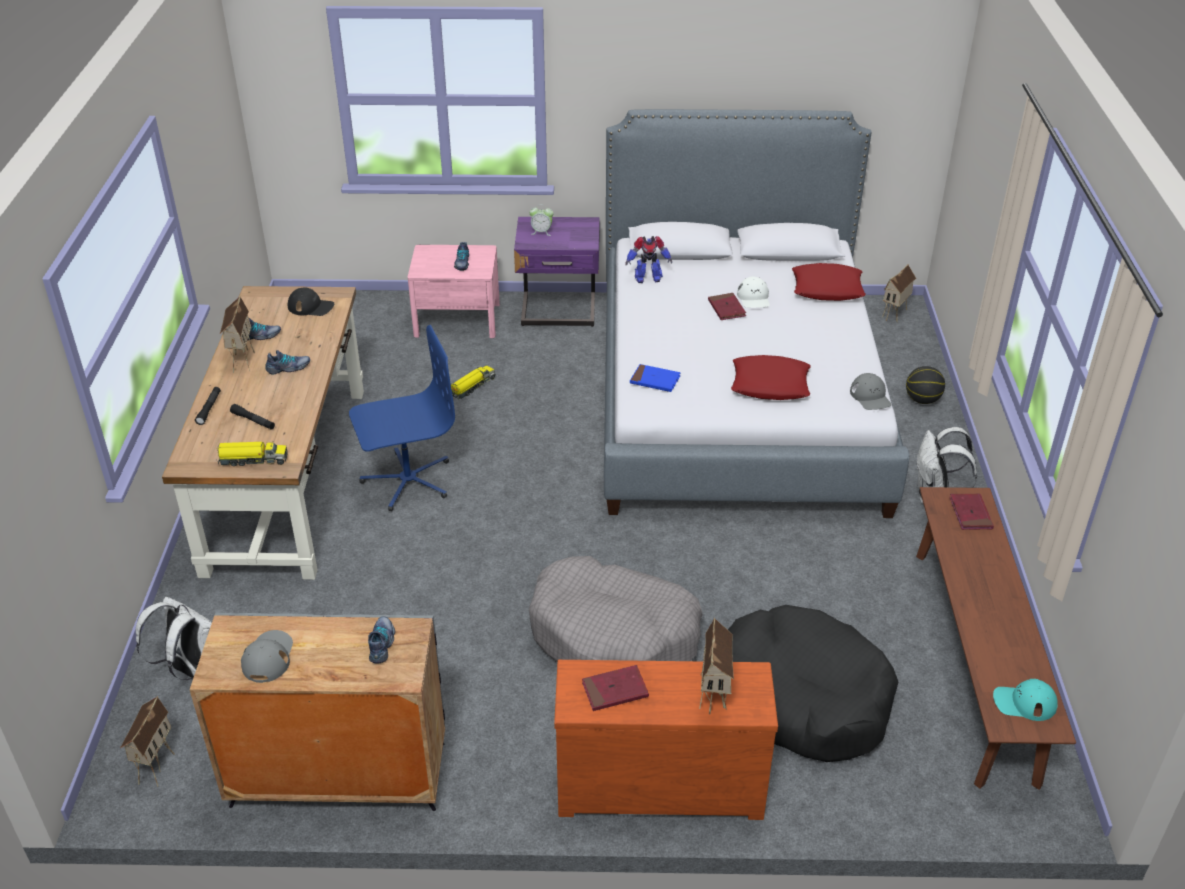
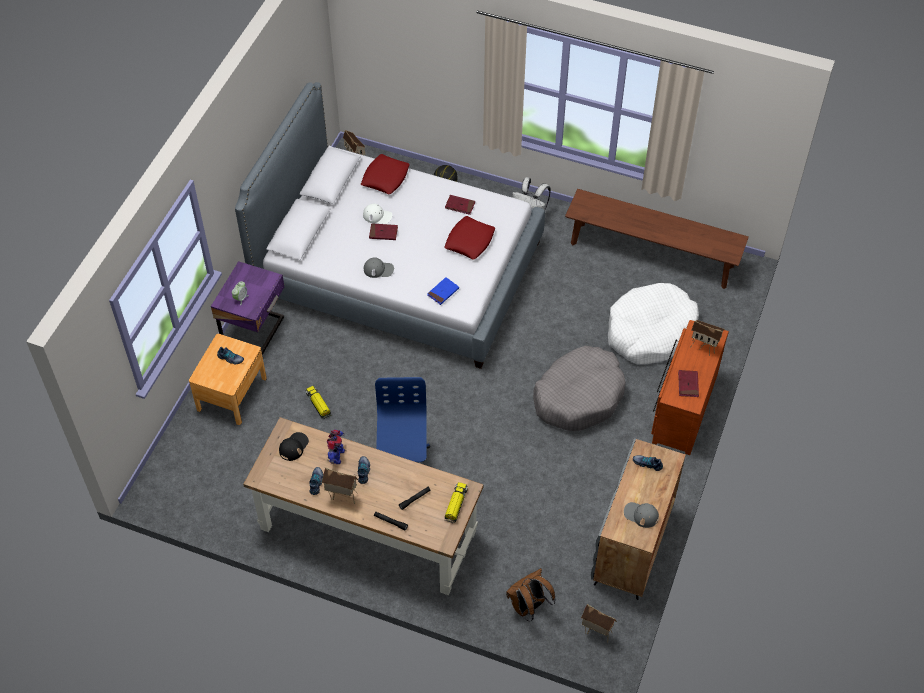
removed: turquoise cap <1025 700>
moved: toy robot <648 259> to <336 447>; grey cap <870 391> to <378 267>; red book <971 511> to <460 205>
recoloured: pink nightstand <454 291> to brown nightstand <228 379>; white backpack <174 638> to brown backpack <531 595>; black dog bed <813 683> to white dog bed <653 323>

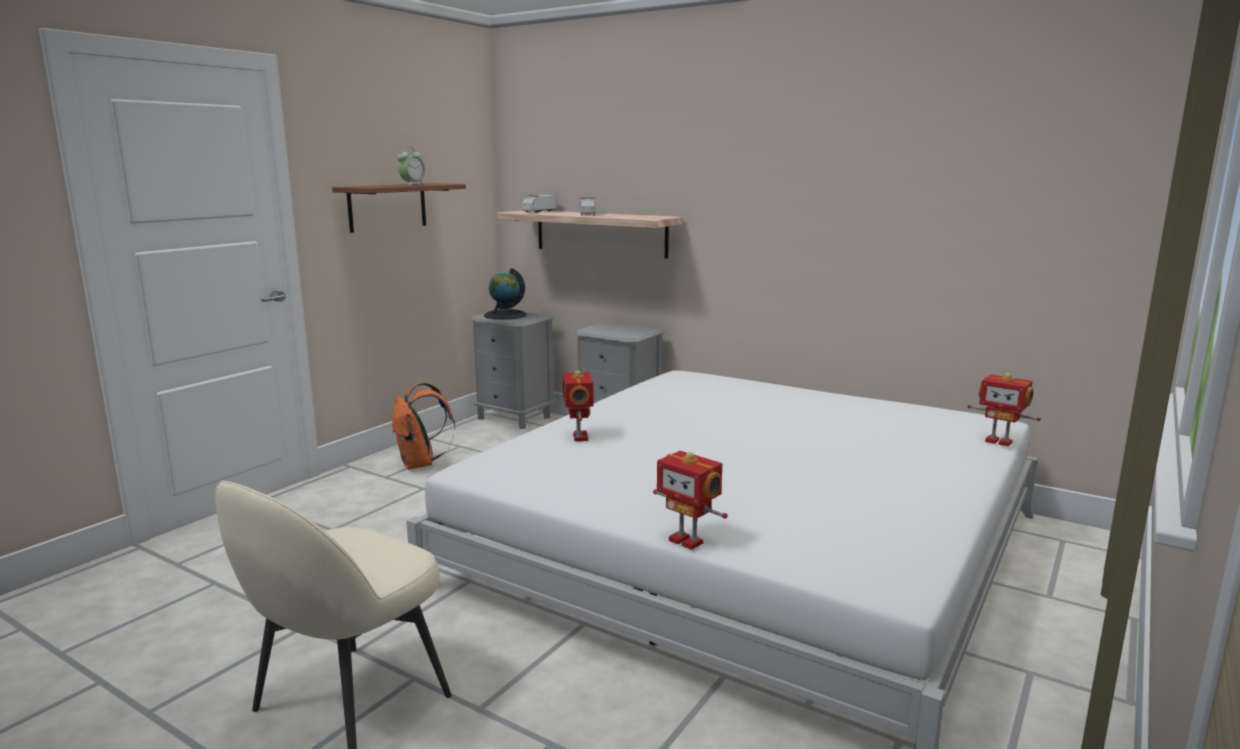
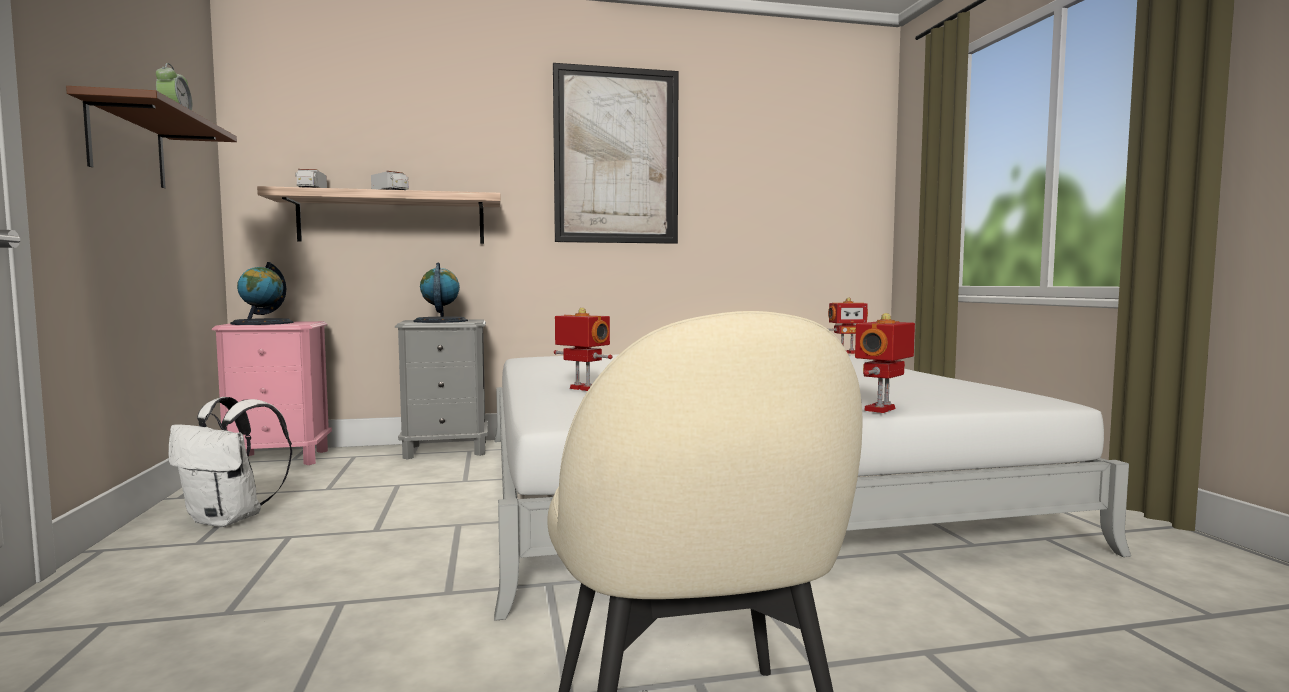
added: picture <615 153>; globe <440 293>
recoloured: grey nightstand <513 370> to pink nightstand <272 393>; orange backpack <423 425> to white backpack <230 462>
turned: toy robot <690 500> = <885 363> 135 degrees clockwise

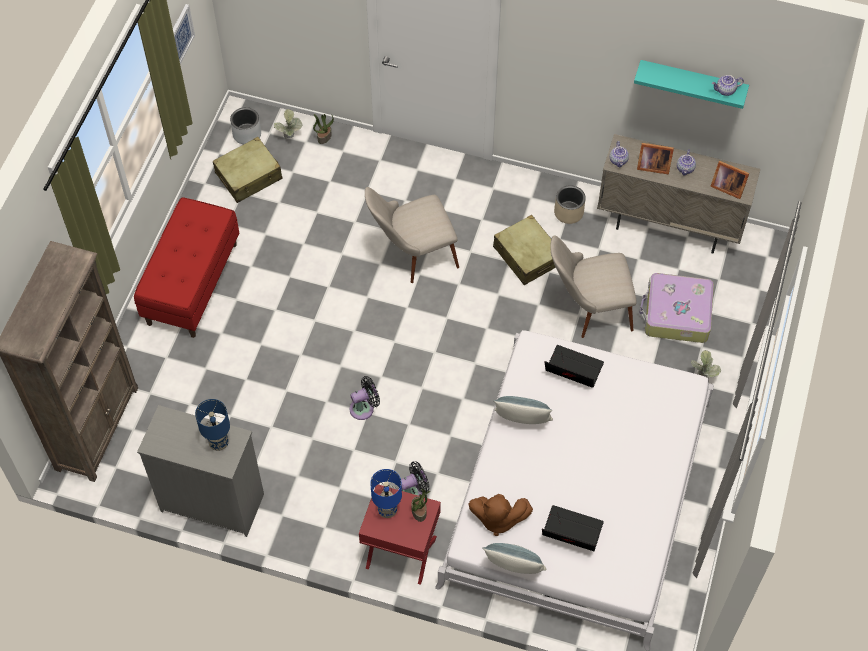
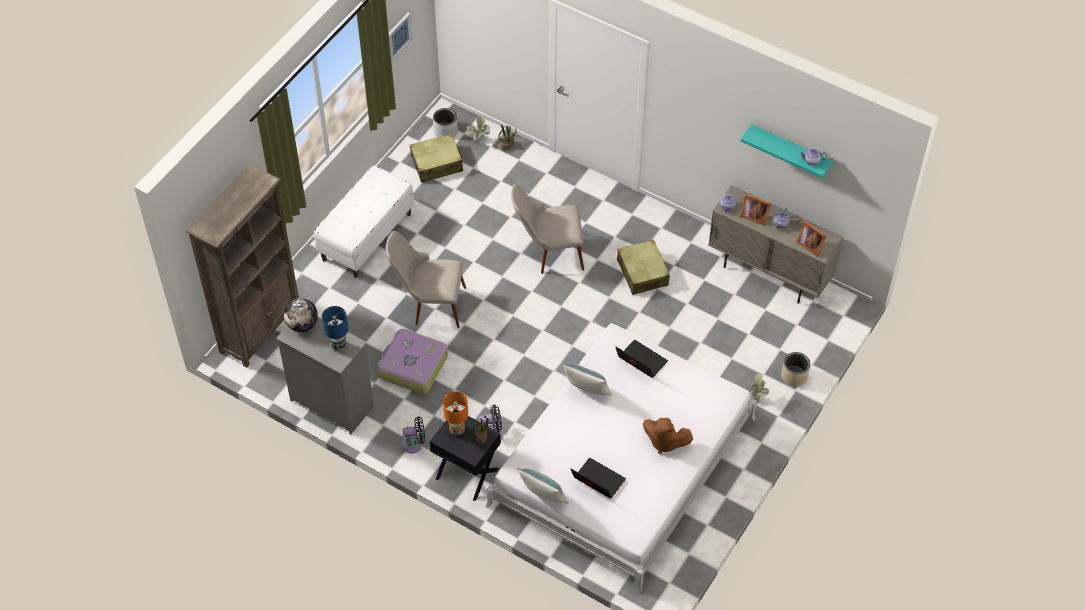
added: globe <301 315>
moved: beige planter <570 204> to <795 369>; beige chair <593 287> to <426 280>; suitcase <676 308> to <413 361>; black fan <365 398> to <413 435>; brown plush toy <500 515> to <668 436>
recoloured: red bench <186 267> to white bench <364 221>; blue table lamp <386 493> to orange table lamp <455 413>; red nightstand <400 534> to black nightstand <465 455>

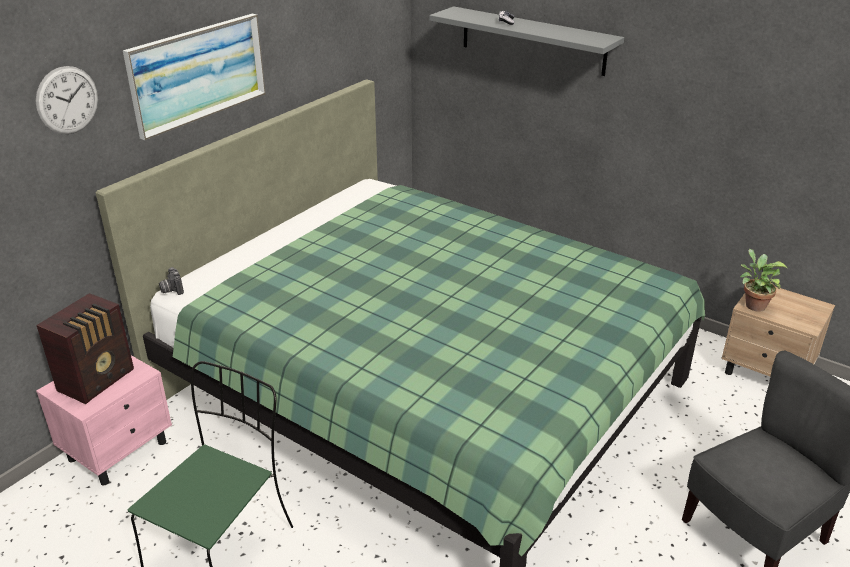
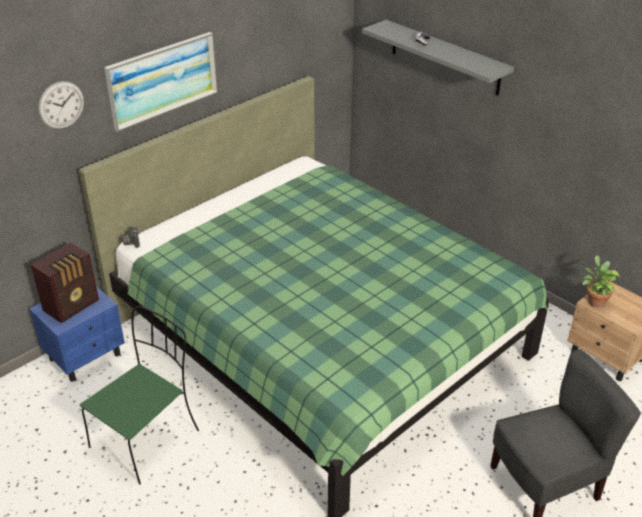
recoloured: pink nightstand <104 420> to blue nightstand <77 334>

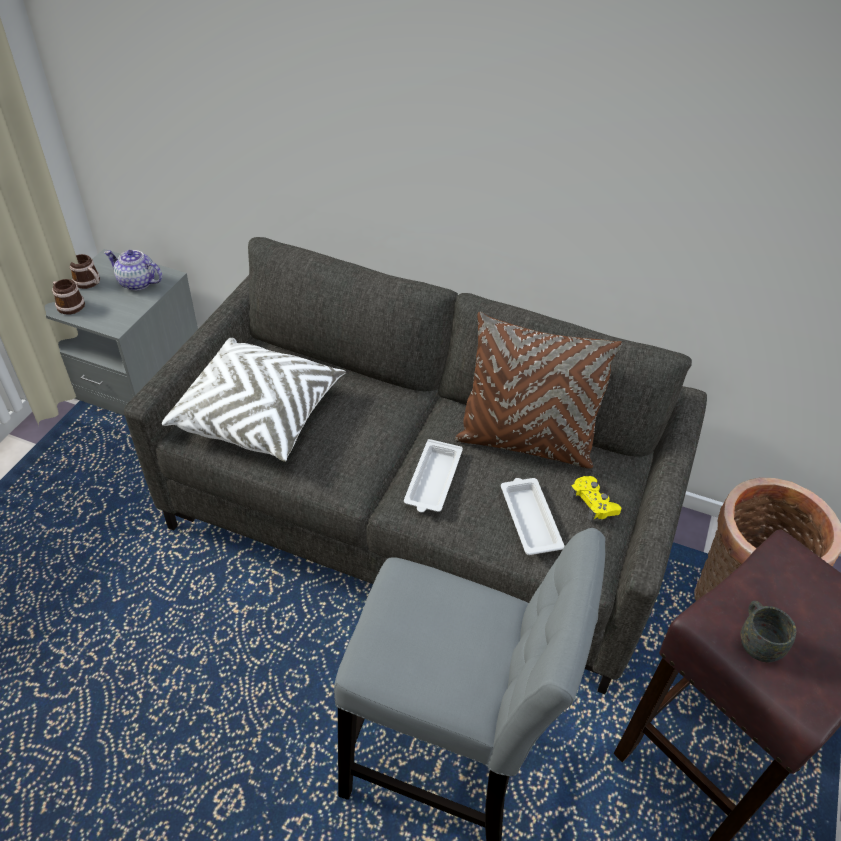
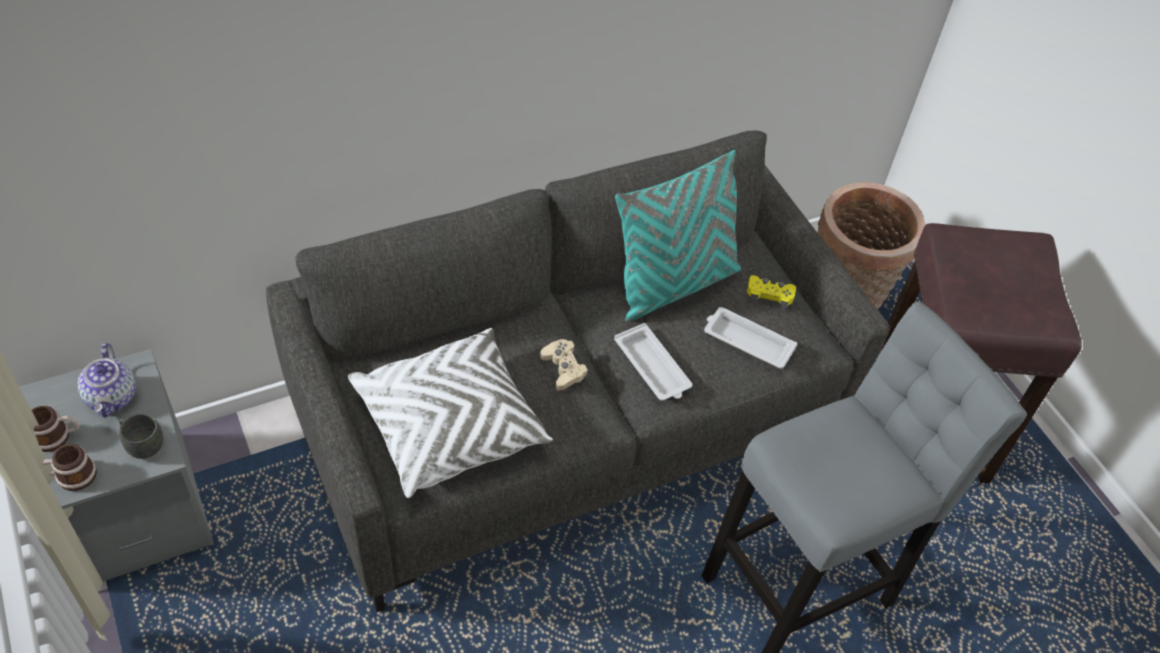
added: beige game controller <564 365>
moved: grey mug <768 631> to <141 436>
recoloured: brown pillow <539 390> to turquoise pillow <678 236>
turned: teapot <133 270> = <107 380> 75 degrees counterclockwise

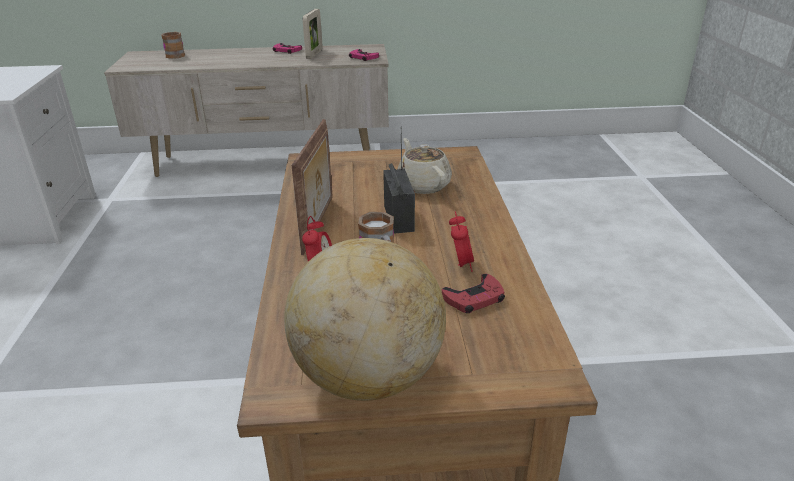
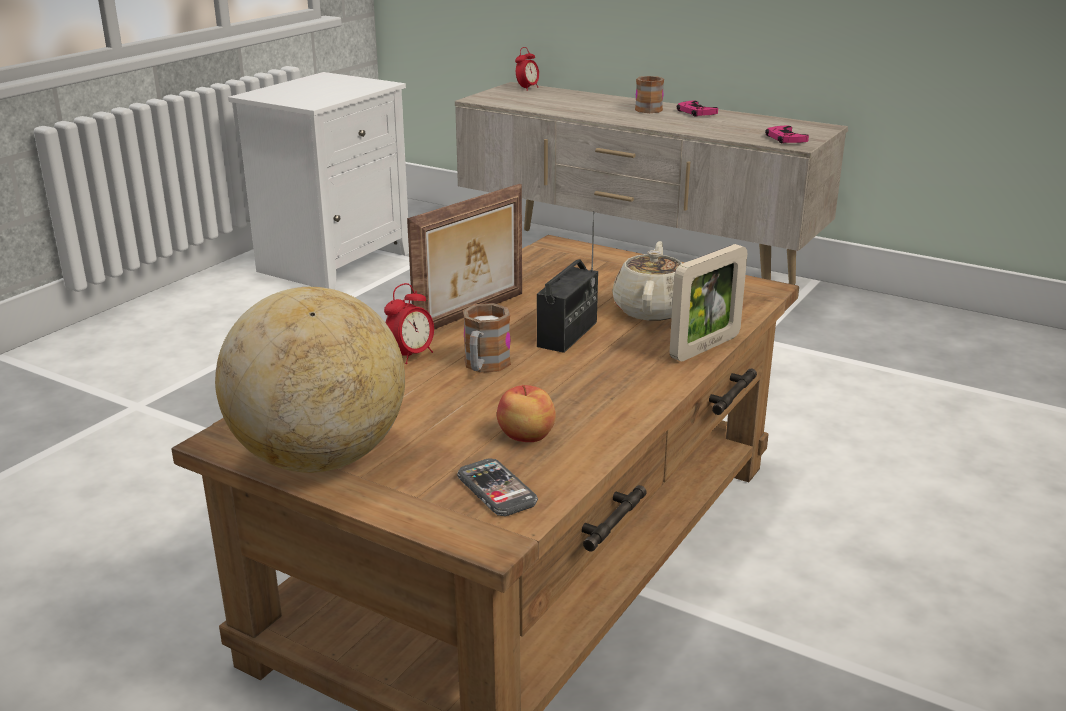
added: phone <497 487>
moved: picture frame <313 34> to <708 303>; mug <173 45> to <649 94>; alarm clock <461 241> to <527 69>
replaced: red game controller <473 293> to apple <526 413>

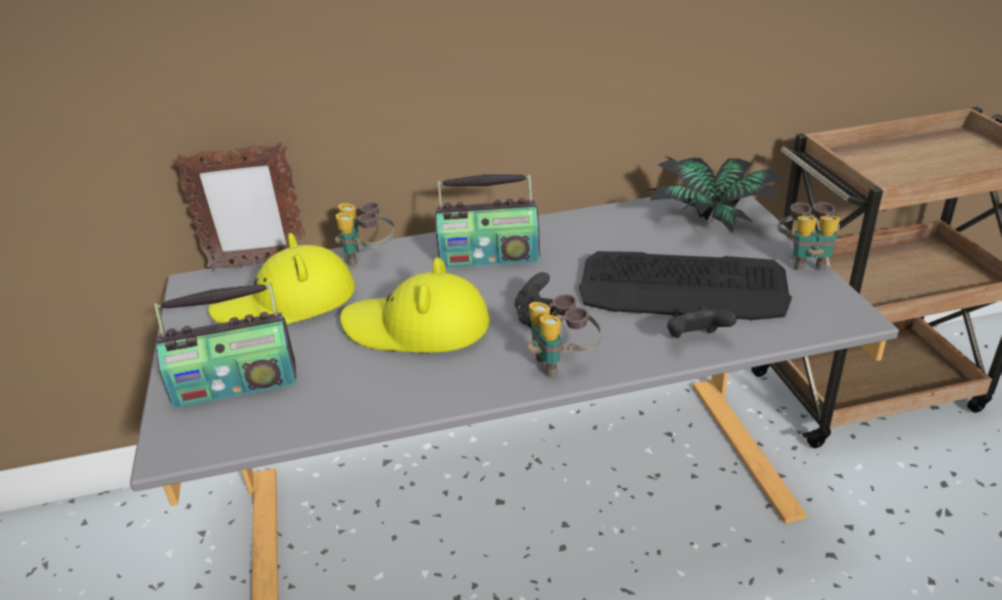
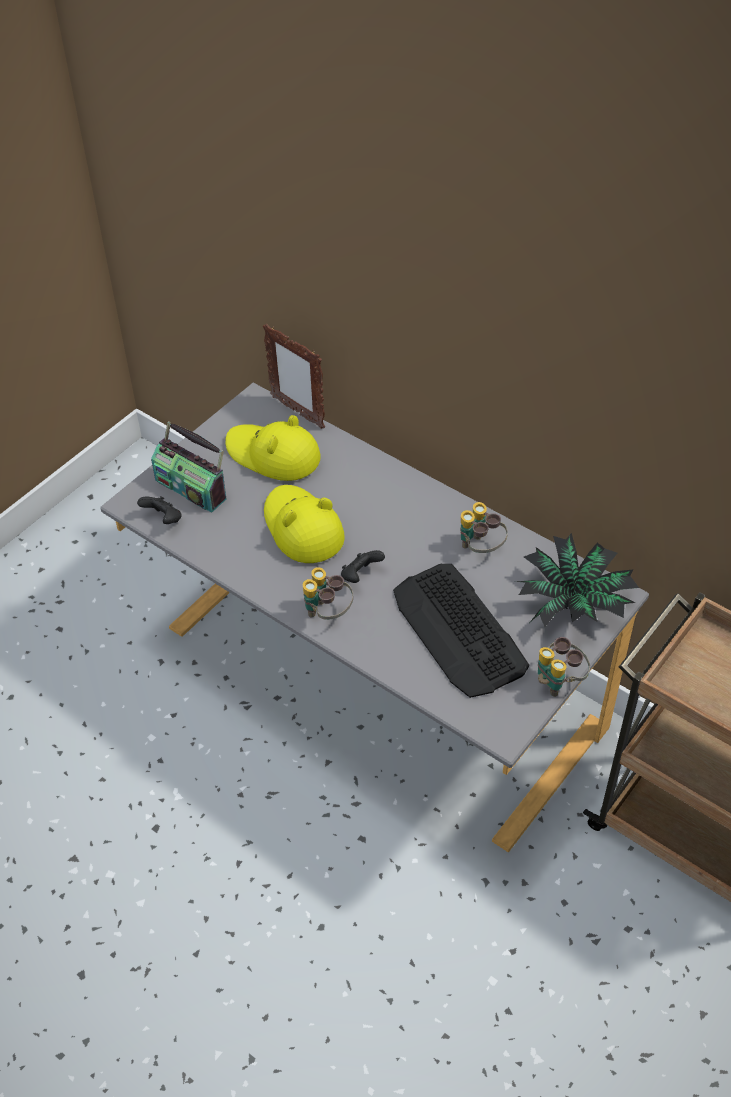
removed: radio <487 221>
moved: binoculars <365 234> to <484 527>; black game controller <702 322> to <159 510>

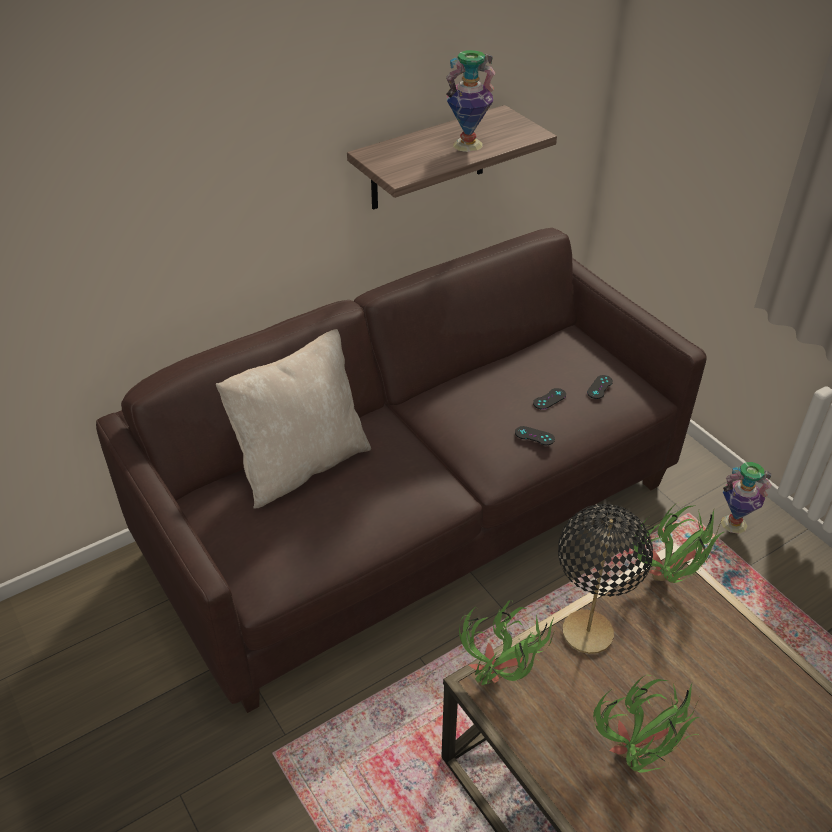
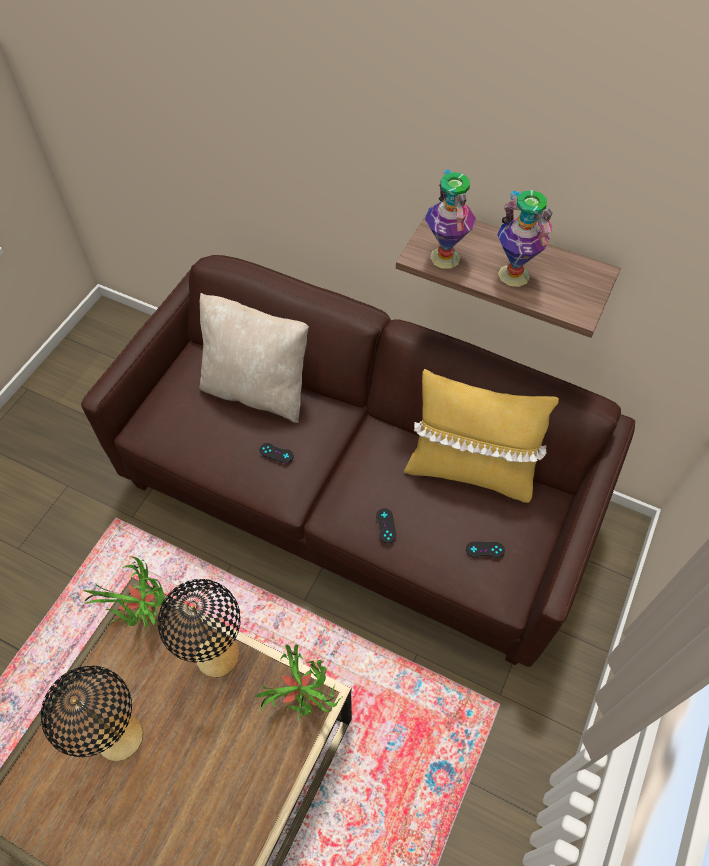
added: yellow pillow <481 436>
moved: black game controller <549 399> to <276 453>; vase <746 498> to <450 219>
replaced: potted plant <647 723> to black table lamp <92 714>

